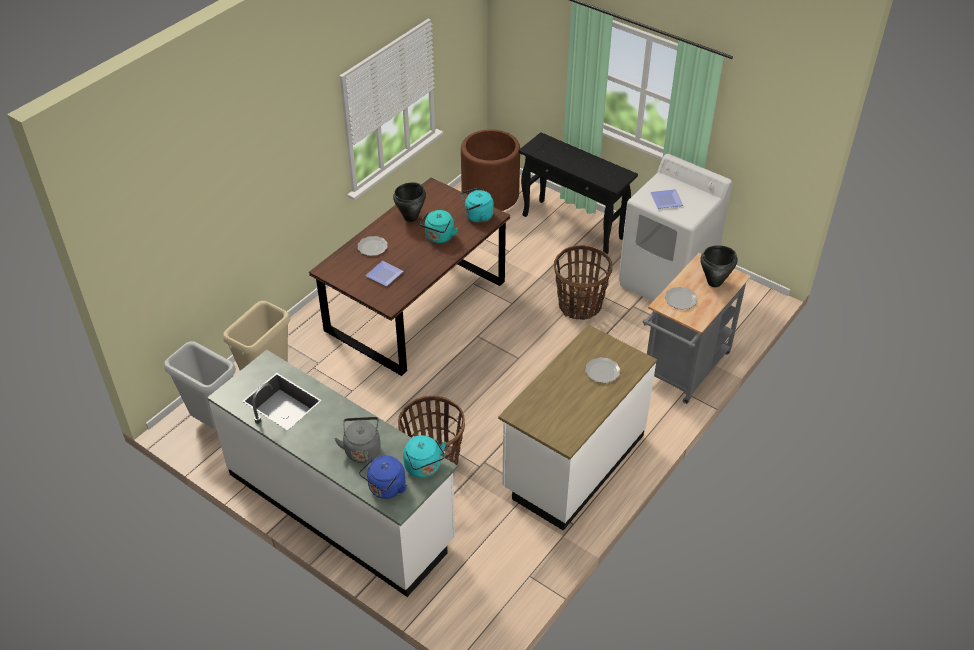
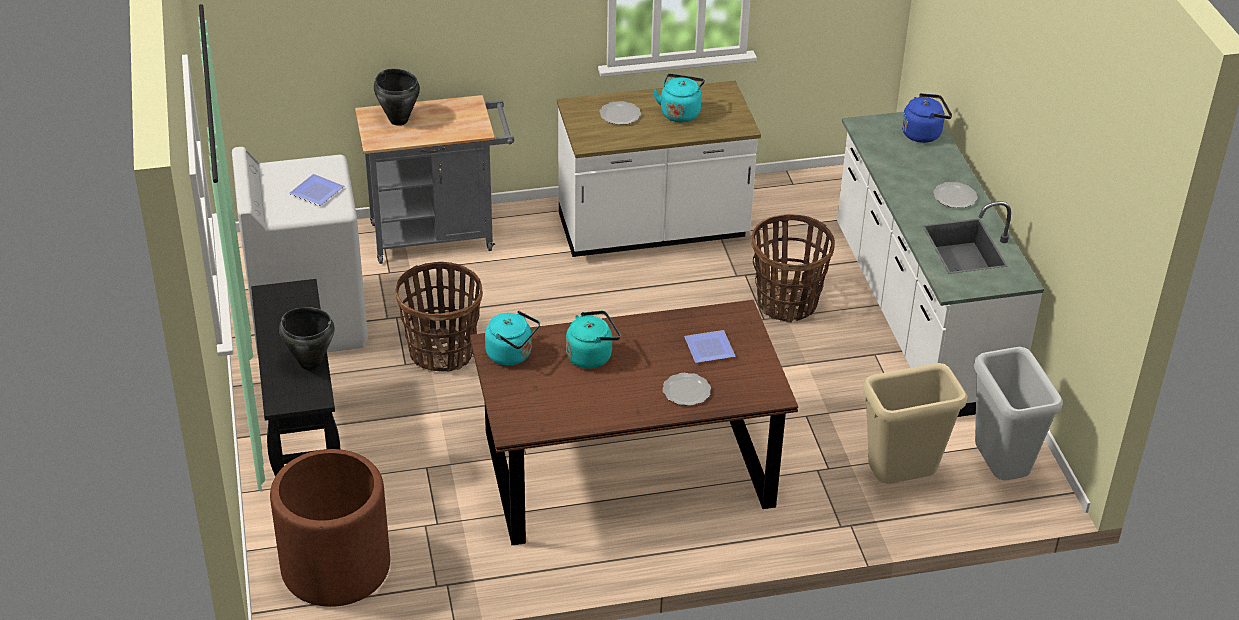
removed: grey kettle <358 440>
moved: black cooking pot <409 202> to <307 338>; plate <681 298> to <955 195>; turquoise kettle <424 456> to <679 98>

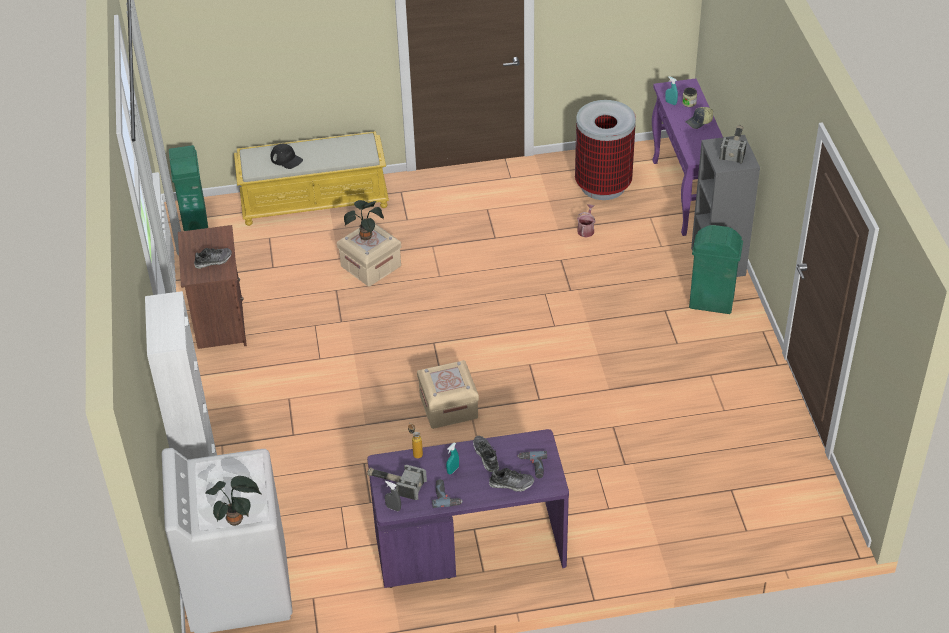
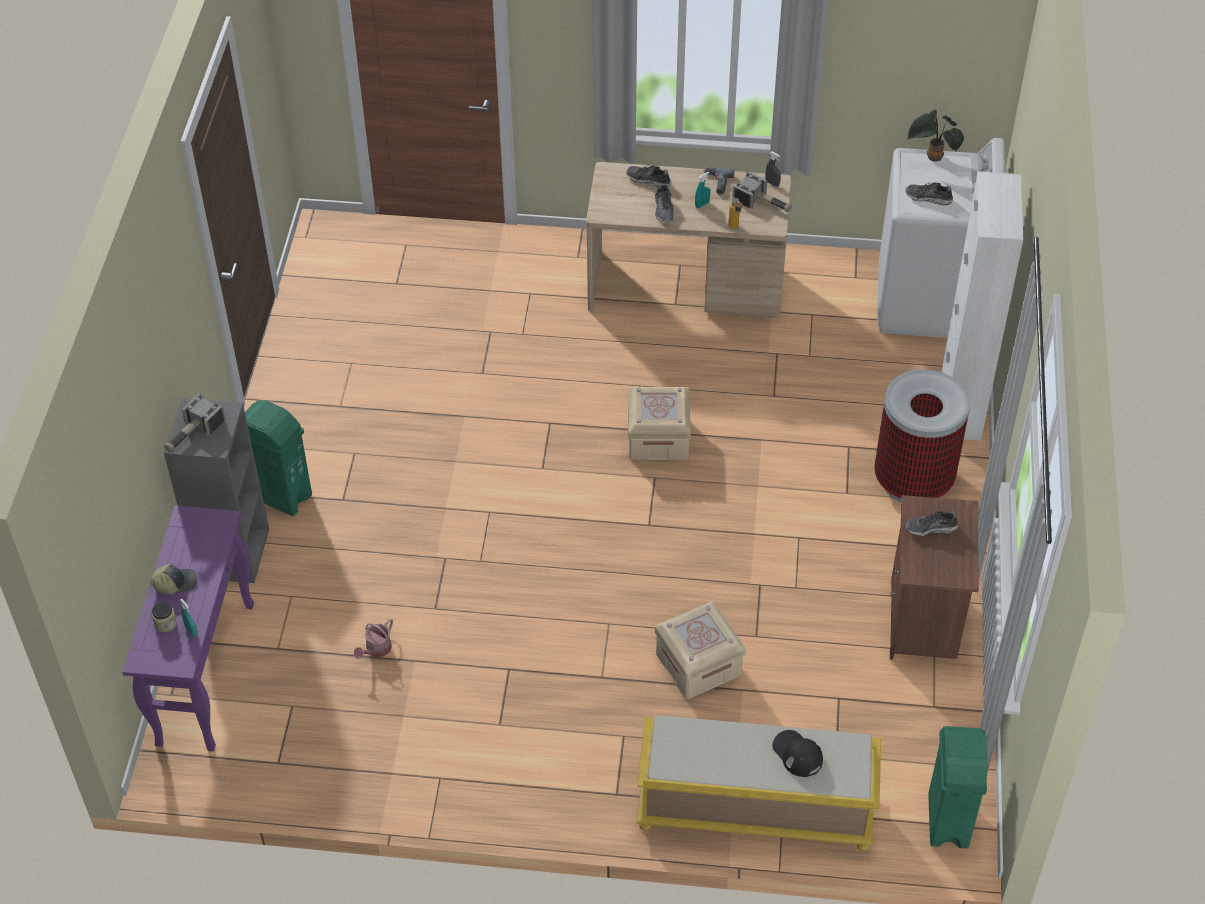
removed: potted plant <364 220>; power drill <532 464>
added: shoe <929 193>
moved: trash can <605 150> to <922 435>
recoloured: purple desk <468 508> to beige desk <688 240>

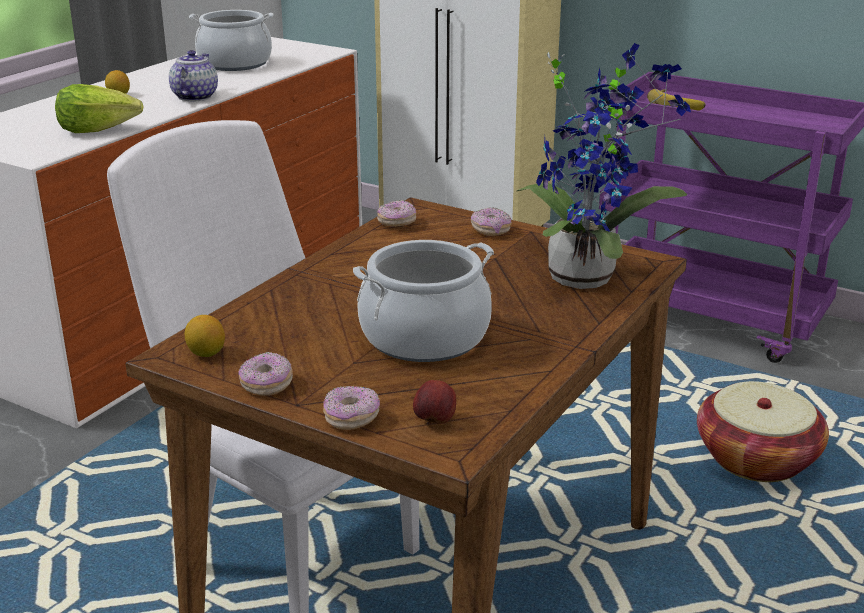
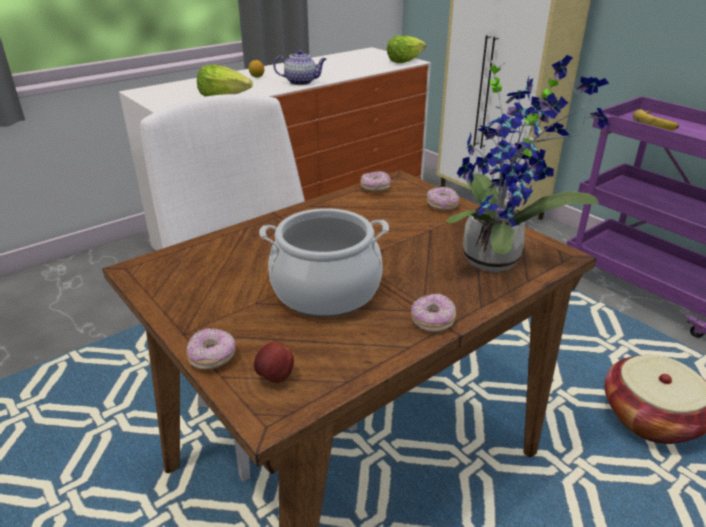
removed: cooking pot <231 40>; lemon <205 336>
added: lettuce <406 49>
moved: donut <265 373> to <433 313>
turned: teapot <193 75> = <300 67> 60 degrees clockwise

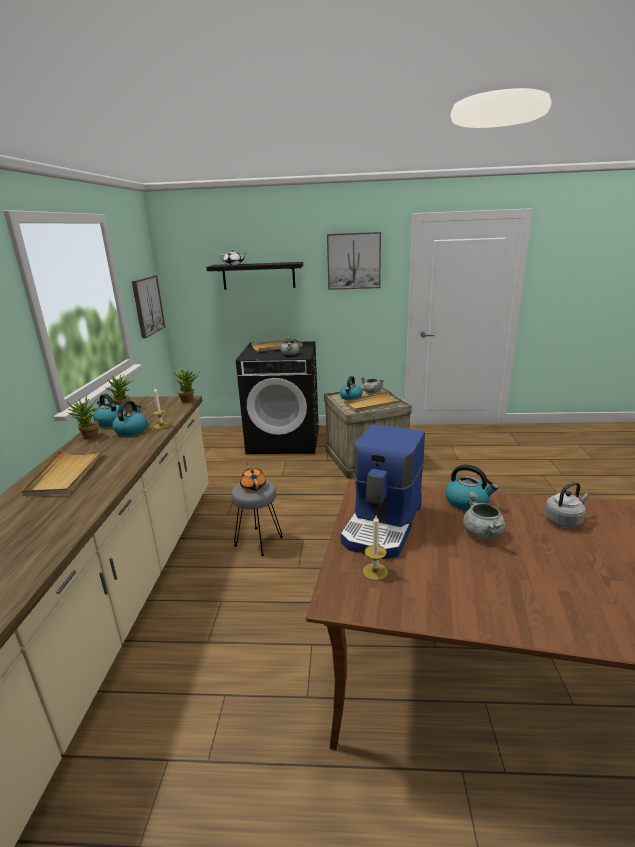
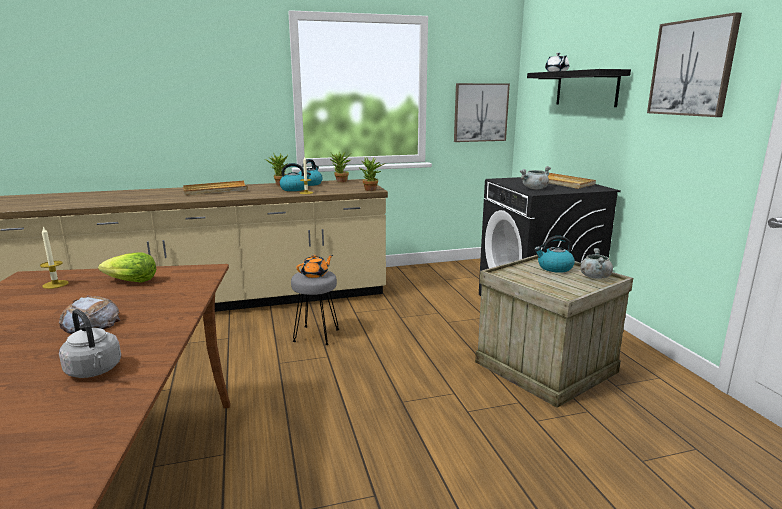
removed: beige tray <373 402>; kettle <471 488>
replaced: coffee machine <383 491> to lettuce <127 267>; grey cooking pot <484 515> to bread <89 314>

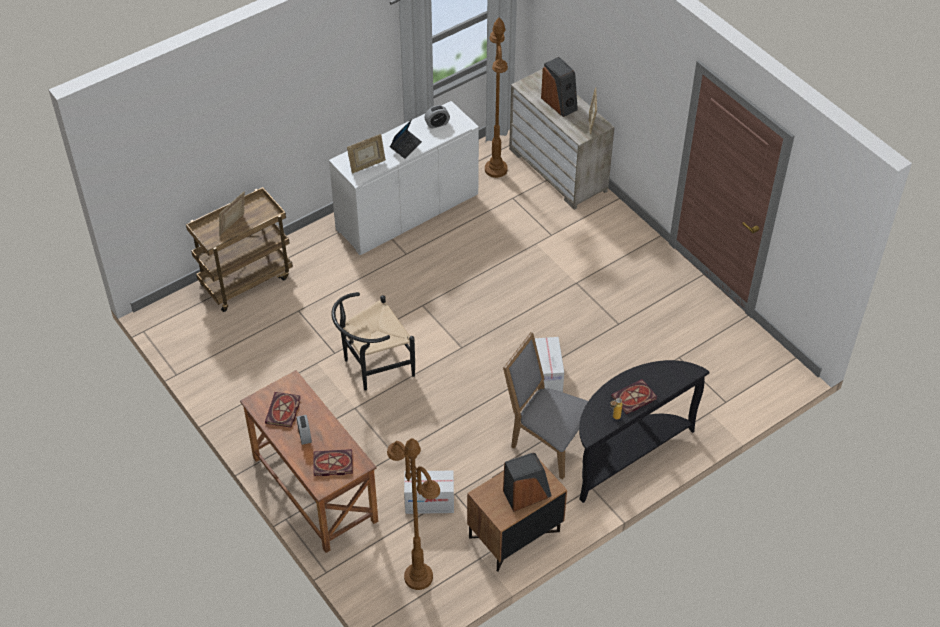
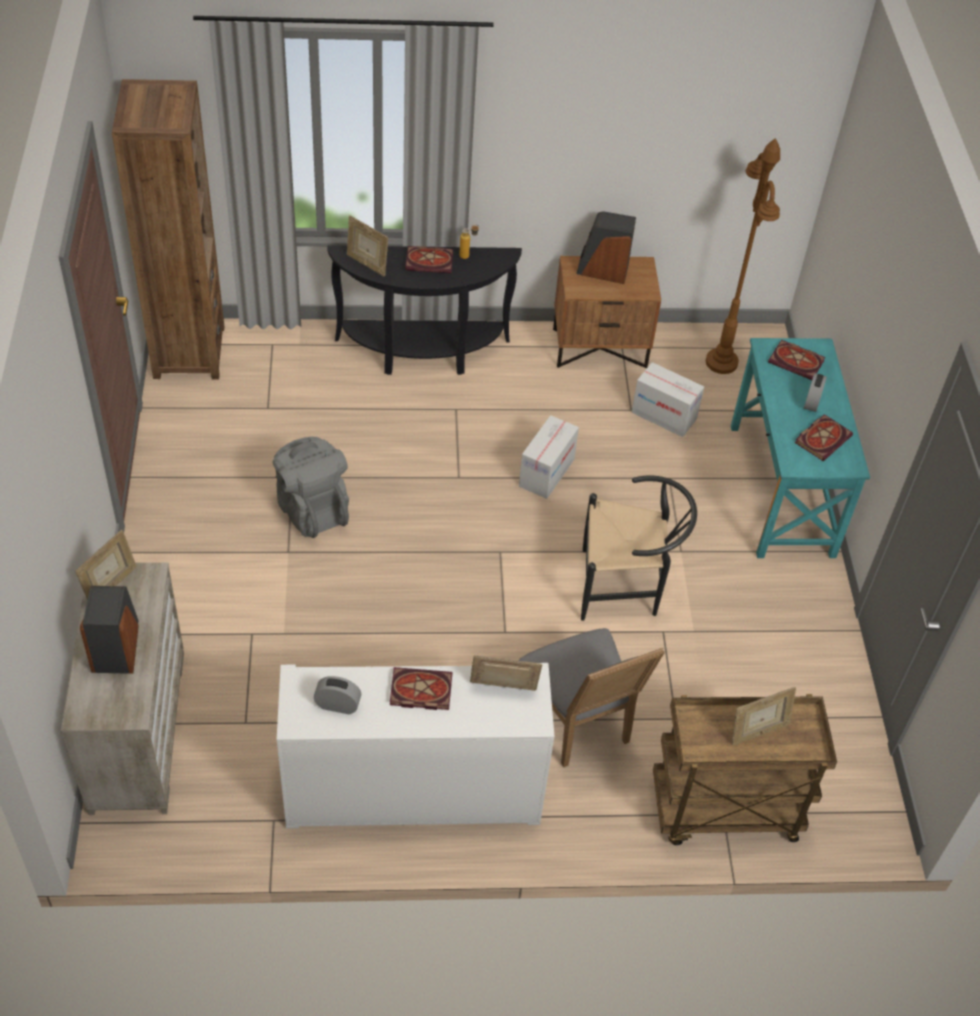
removed: brown floor lamp <496 97>
added: brown bookcase <168 229>; picture frame <367 246>; grey backpack <311 487>
moved: grey chair <545 405> to <592 697>; cardboard box <549 364> to <549 457>
replaced: laptop <406 139> to book <421 688>
recoloured: brown desk <309 461> to turquoise desk <800 448>

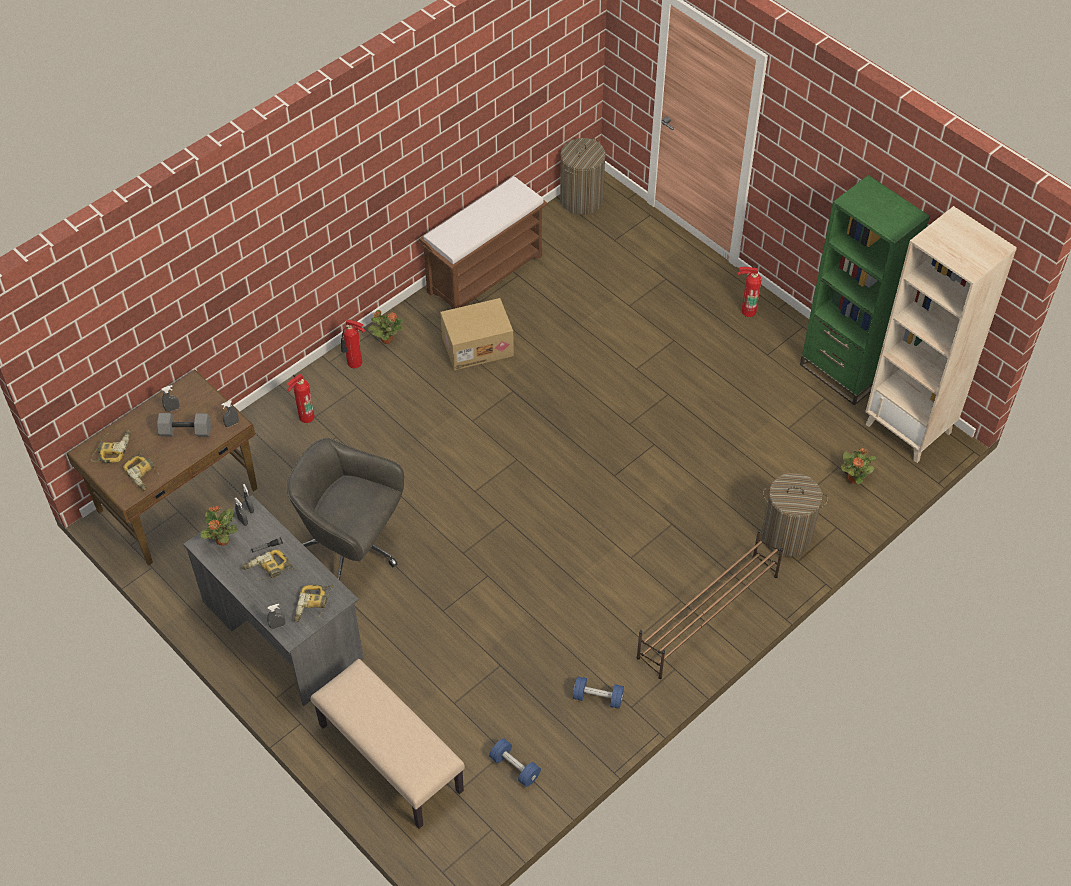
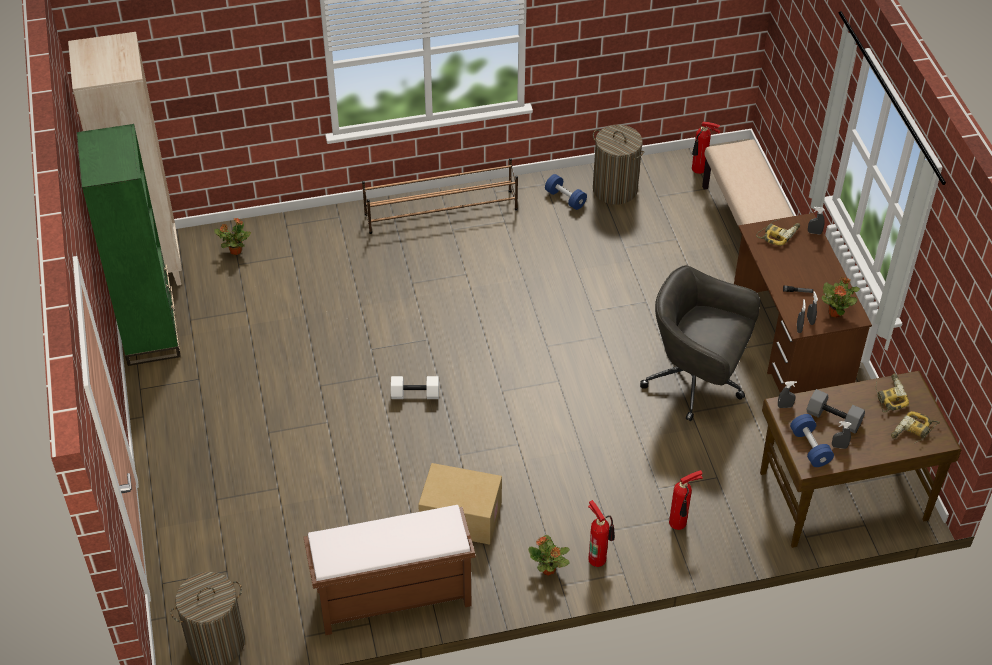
removed: power drill <268 565>
added: white dumbbell <415 387>
moved: fire extinguisher <749 291> to <706 147>; laundry basket <794 515> to <618 165>; blue dumbbell <515 762> to <812 440>
recoloured: grey desk <273 601> to brown desk <803 303>
turned: grey office chair <345 509> = <700 343> 150 degrees clockwise

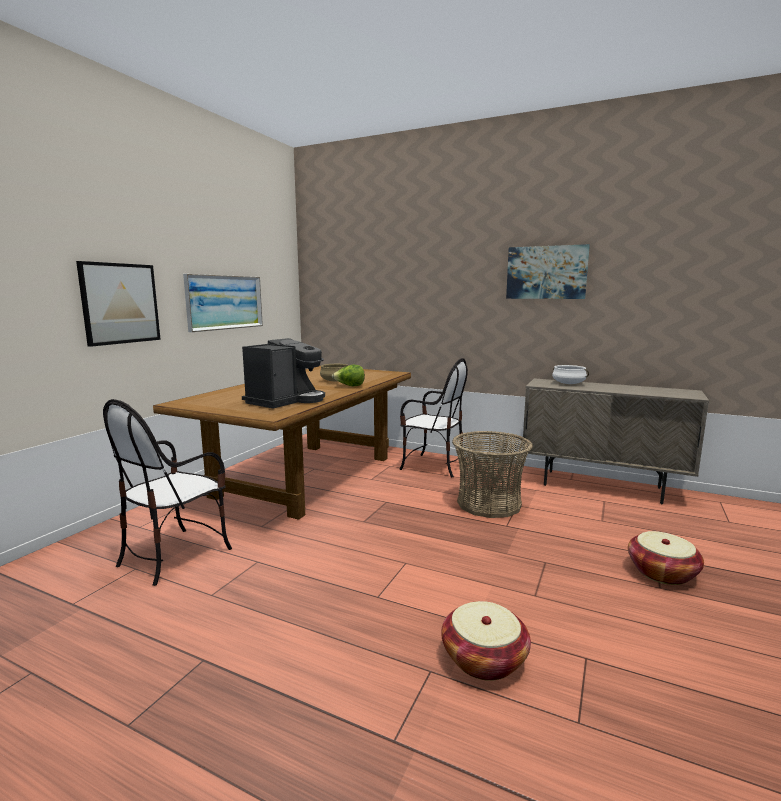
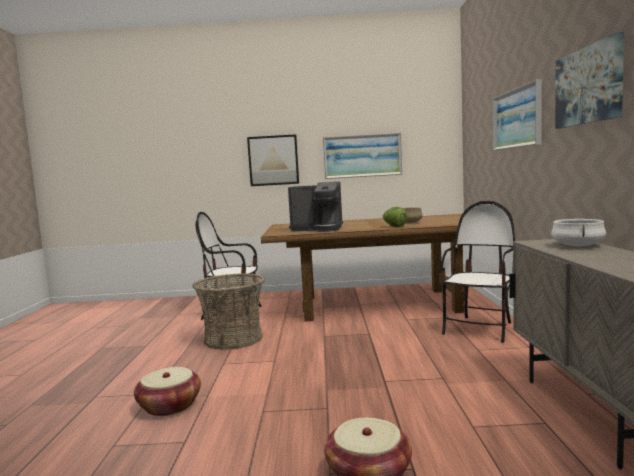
added: picture <517 115>
moved: basket <492 474> to <229 311>
turned: chair <433 417> = <478 272> 150 degrees counterclockwise

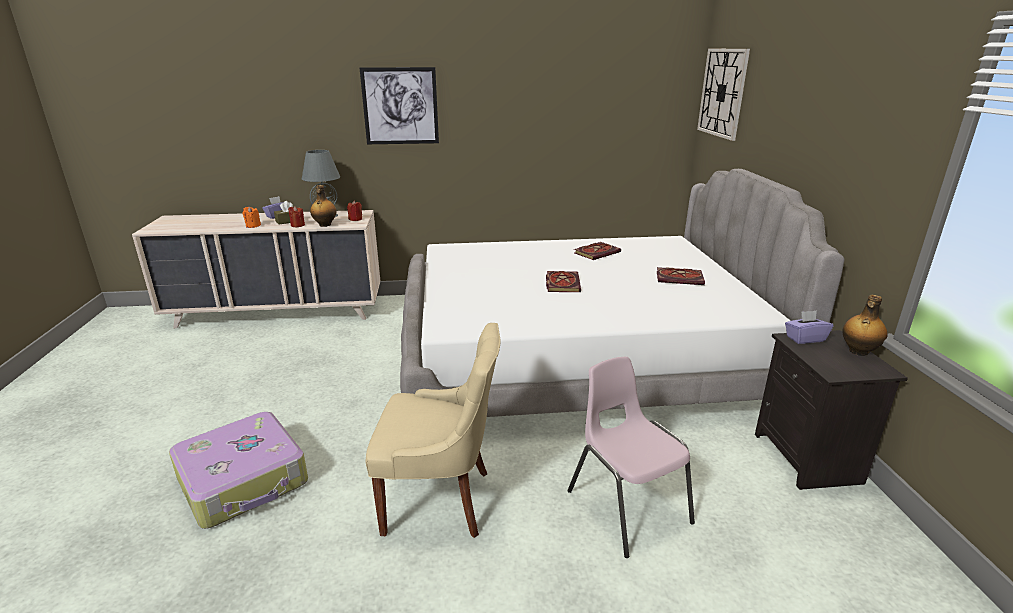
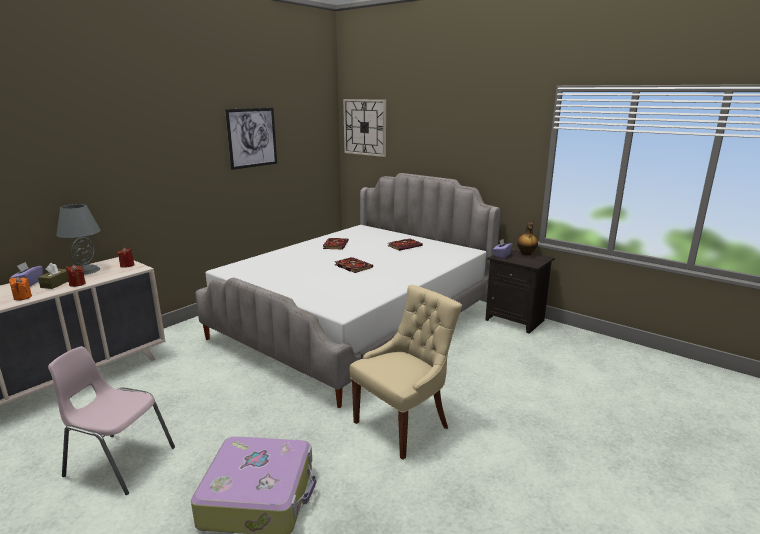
removed: bottle <323 206>
moved: picture <399 105> to <251 139>; pink chair <631 457> to <111 420>

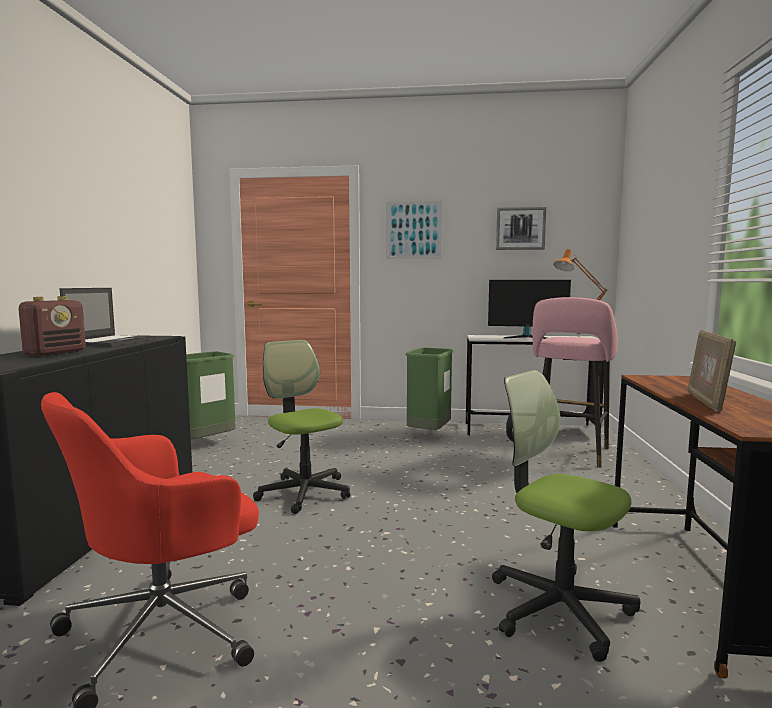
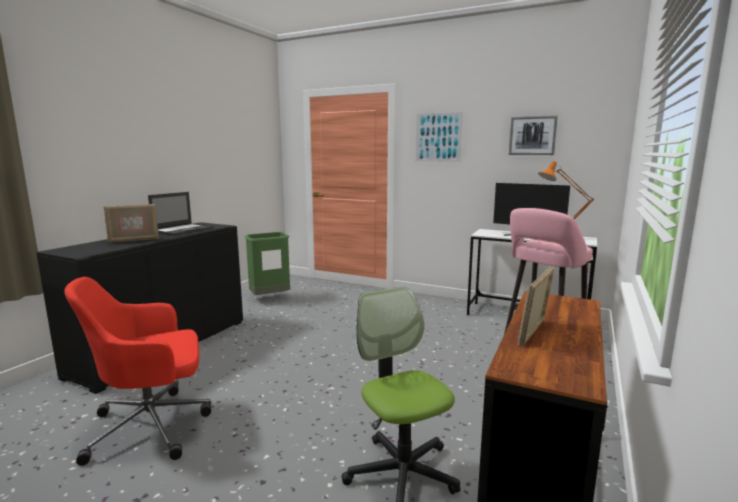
removed: office chair <301 427>; green trash can <429 389>
replaced: radio <52 326> to picture frame <131 223>

